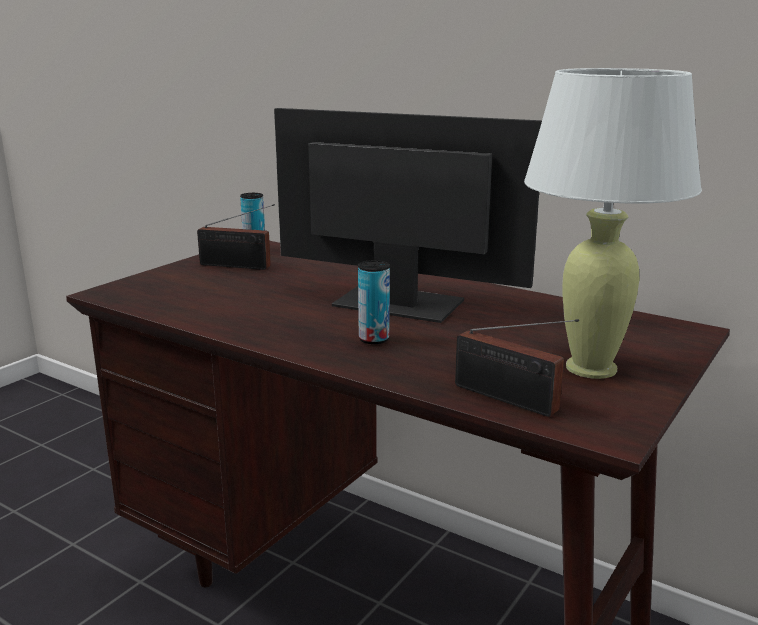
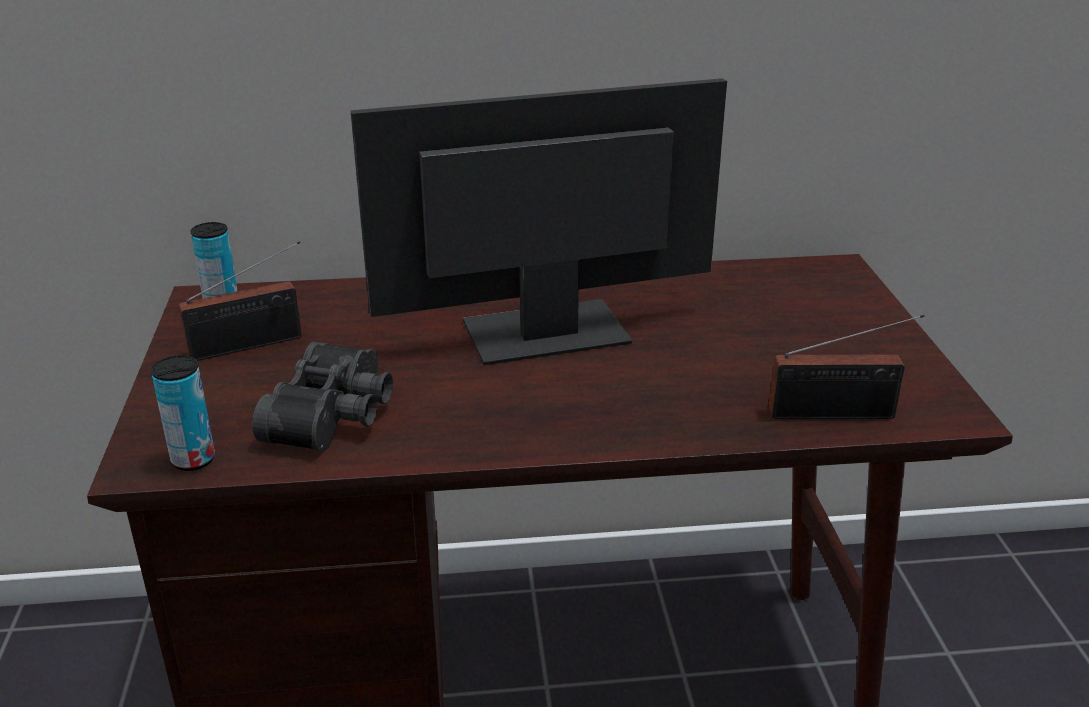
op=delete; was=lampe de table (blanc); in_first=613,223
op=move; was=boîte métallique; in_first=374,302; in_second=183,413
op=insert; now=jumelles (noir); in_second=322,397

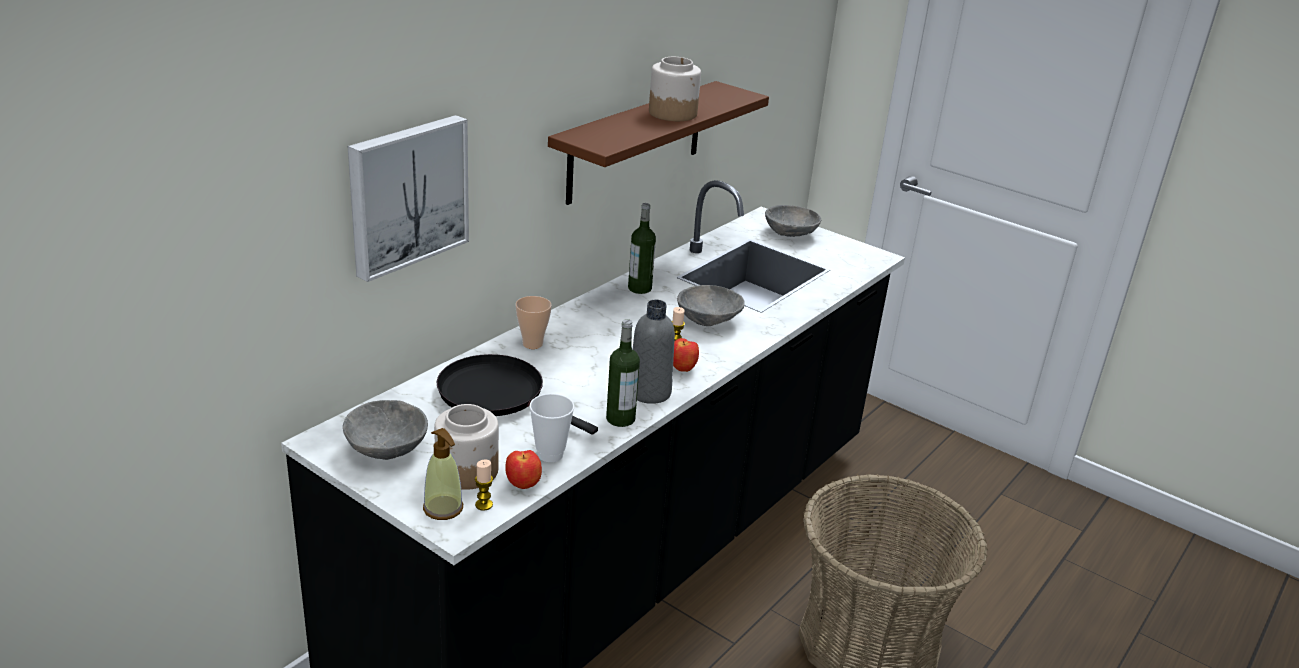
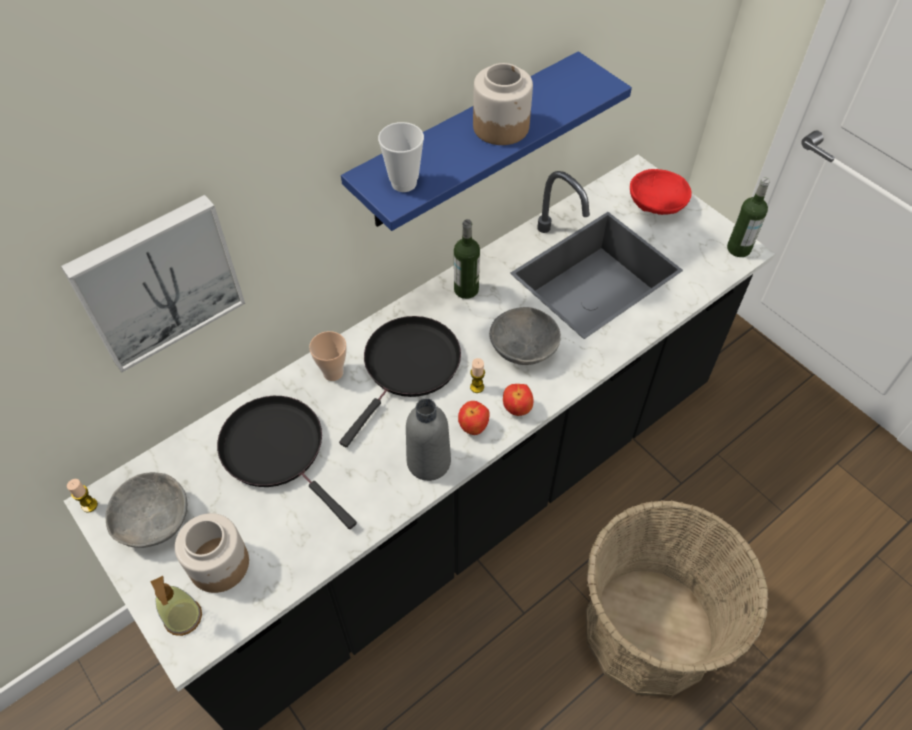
op=recolor; was=étagère (marron); now=étagère (bleu); in_first=658,143; in_second=486,141
op=recolor; was=bol (gris); now=bol (rouge); in_first=793,221; in_second=660,192
op=move; was=bouteille; in_first=623,373; in_second=748,217
op=move; was=tasse; in_first=551,428; in_second=401,157
op=move; was=pomme; in_first=524,469; in_second=518,400
op=move; was=bougie; in_first=484,485; in_second=82,496
op=insert; now=poêle (noir); in_second=400,381

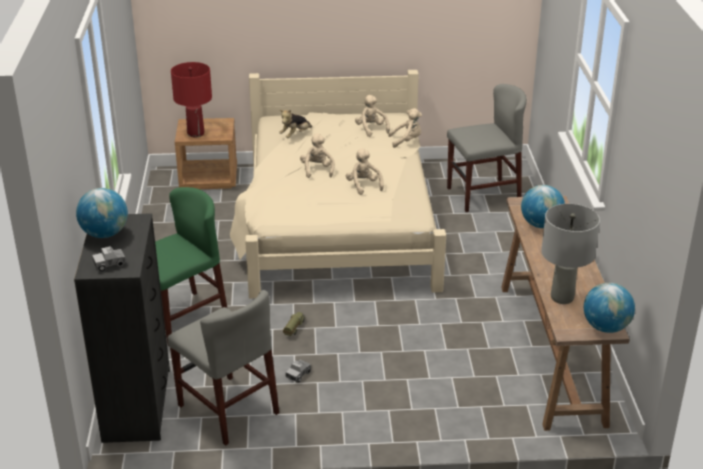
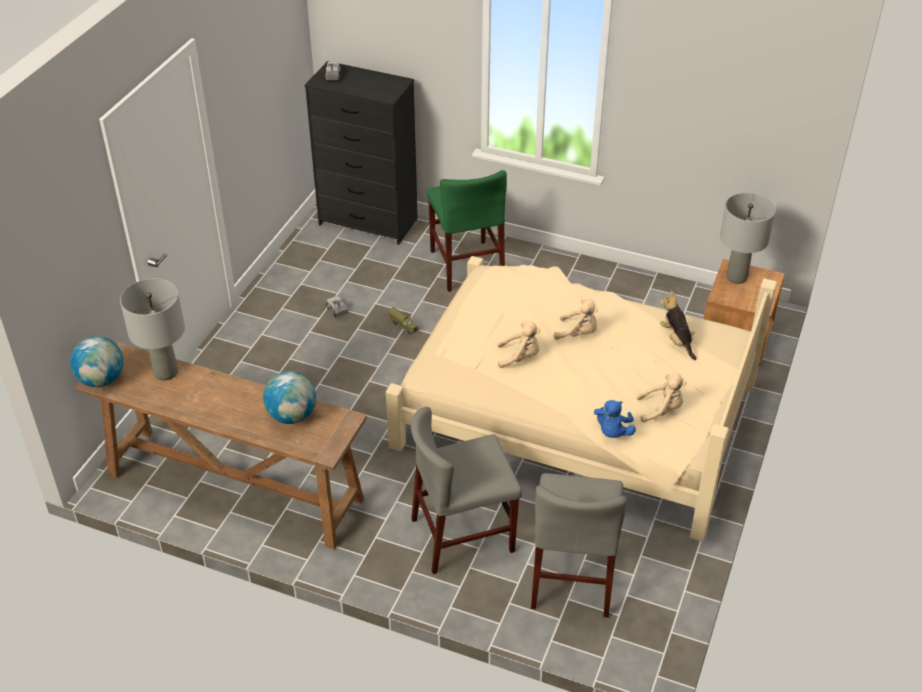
op=recolor; was=lampe de table (rouge); now=lampe de table (gris); in_first=191,99; in_second=748,238
op=recolor; was=peluche (beige); now=peluche (bleu); in_first=405,128; in_second=615,419
op=delete; was=globe; in_first=102,213
op=move; was=chaise (gris); in_first=223,368; in_second=466,490

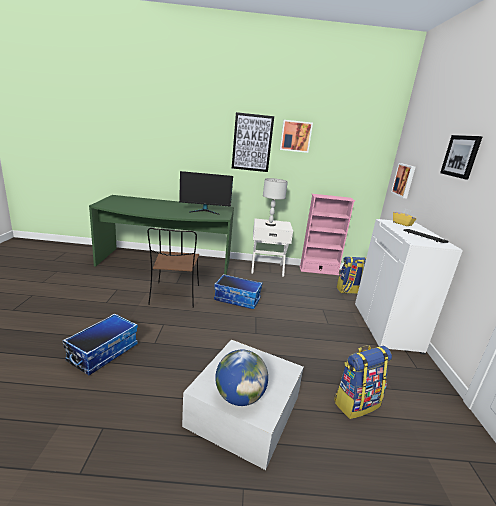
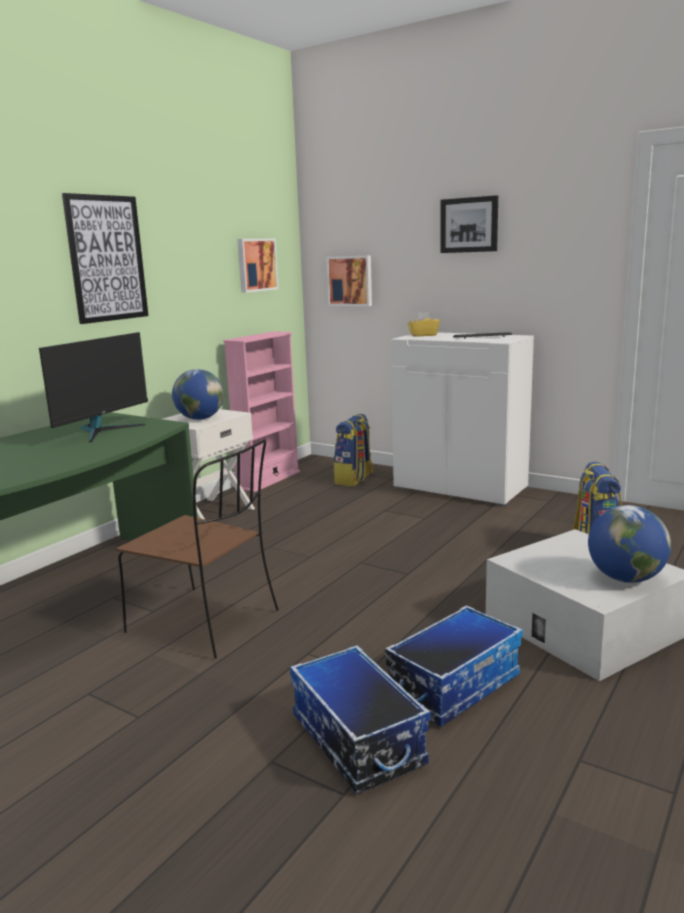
op=move; was=tableau; in_first=296,136; in_second=258,265
op=replace; was=lampe de table (gris); now=globe; in_first=275,202; in_second=198,394
op=move; was=boîte de rangement; in_first=238,291; in_second=454,666

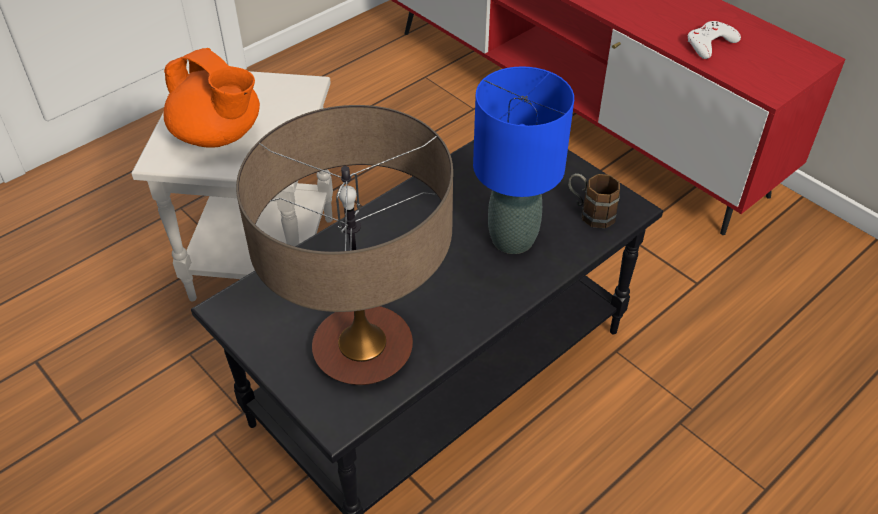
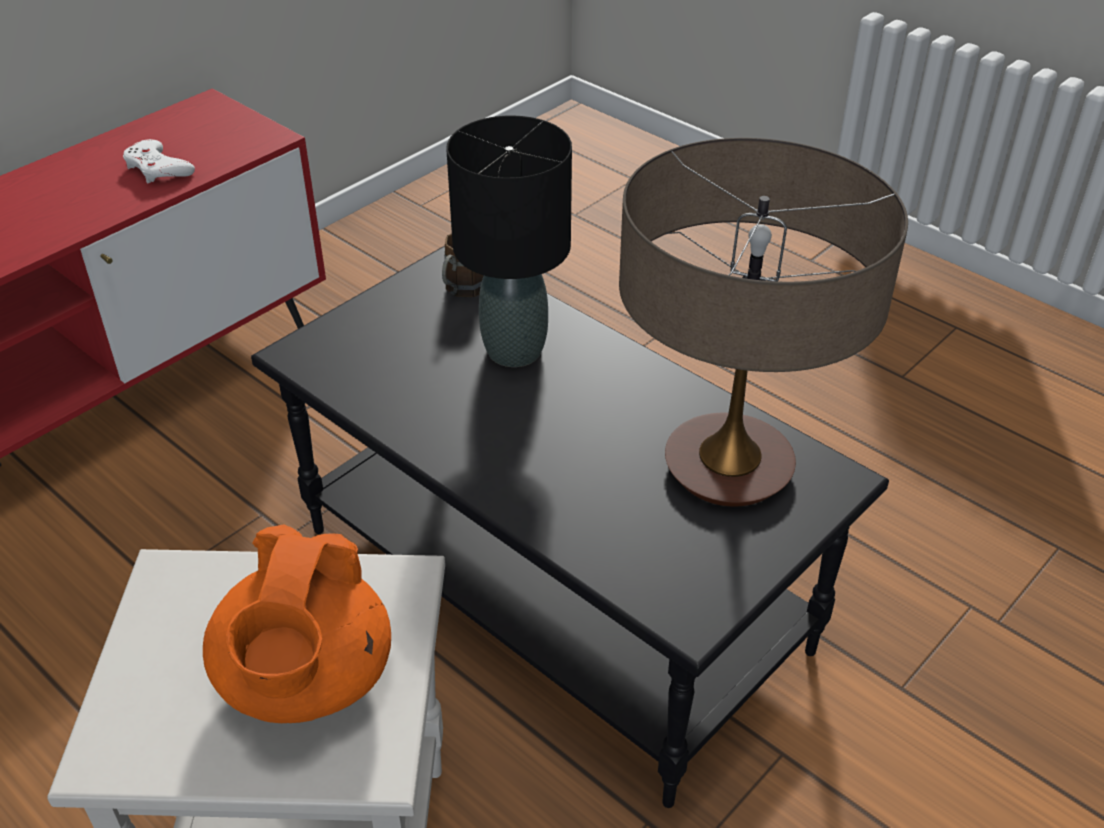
op=rotate; was=théière (orange); in_first=212,98; in_second=297,624; clockwise=150
op=recolor; was=lampe de table (bleu); now=lampe de table (noir); in_first=523,160; in_second=509,241

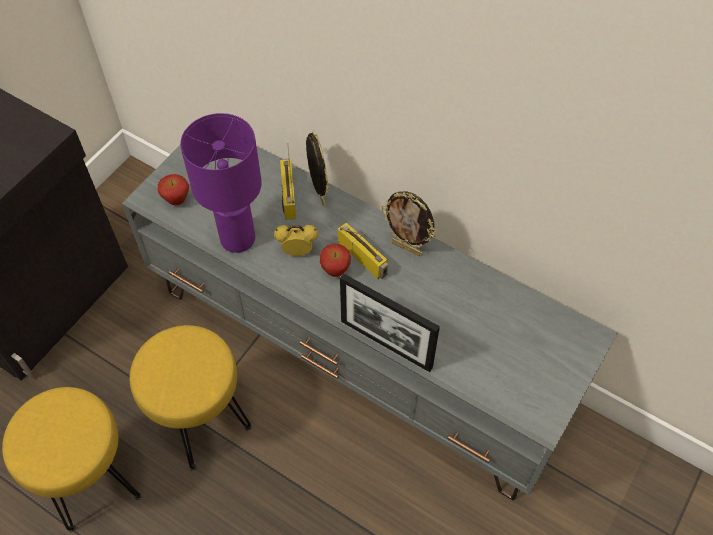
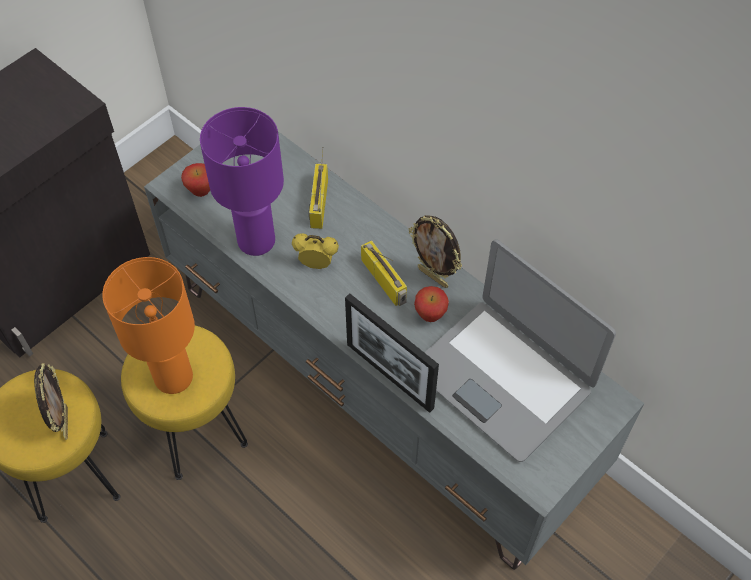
op=move; was=cadre photo; in_first=317,169; in_second=51,401
op=move; was=pomme; in_first=335,260; in_second=431,304
op=insert; now=ordinateur portable; in_second=520,350
op=insert; now=lampe de table (orange); in_second=148,325

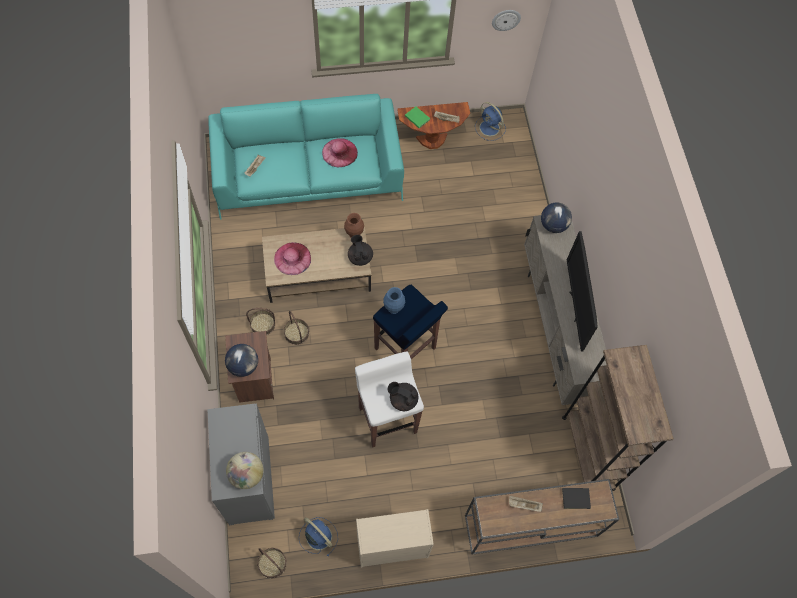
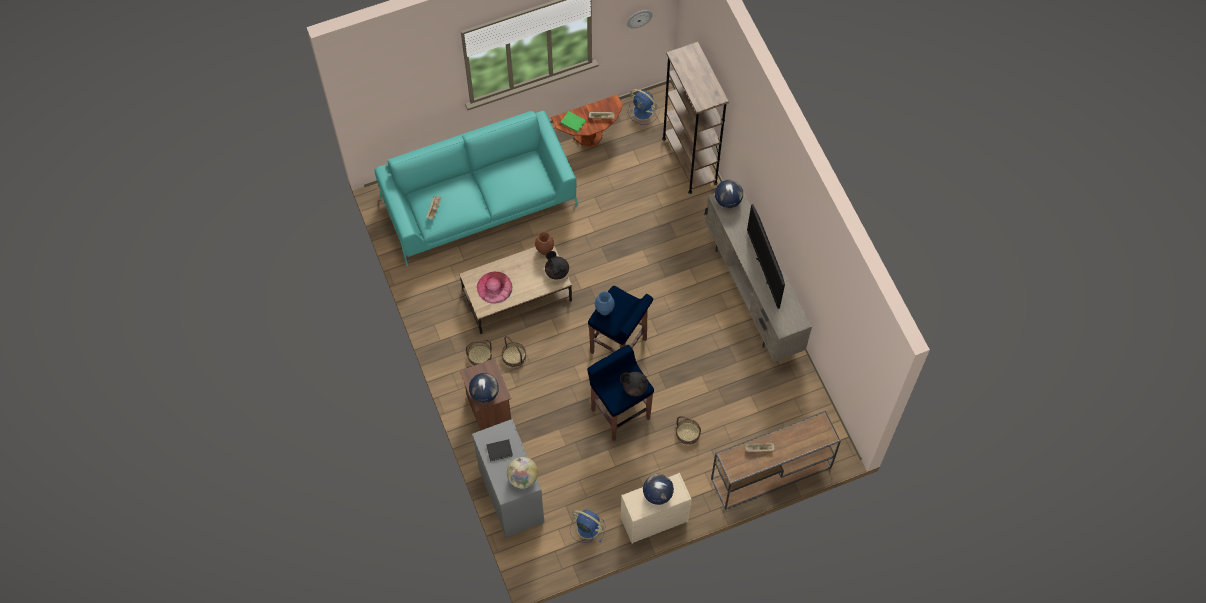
op=delete; was=chapeau (rose); in_first=340,153
op=move; was=bibliothèque (marron); in_first=618,418; in_second=695,118
op=recolor; was=tabouret (blanc); now=tabouret (bleu); in_first=389,400; in_second=620,393
op=move; was=livre (noir); in_first=576,498; in_second=499,450
op=move; was=panier; in_first=272,563; in_second=688,430
op=insert; now=globe; in_second=658,489

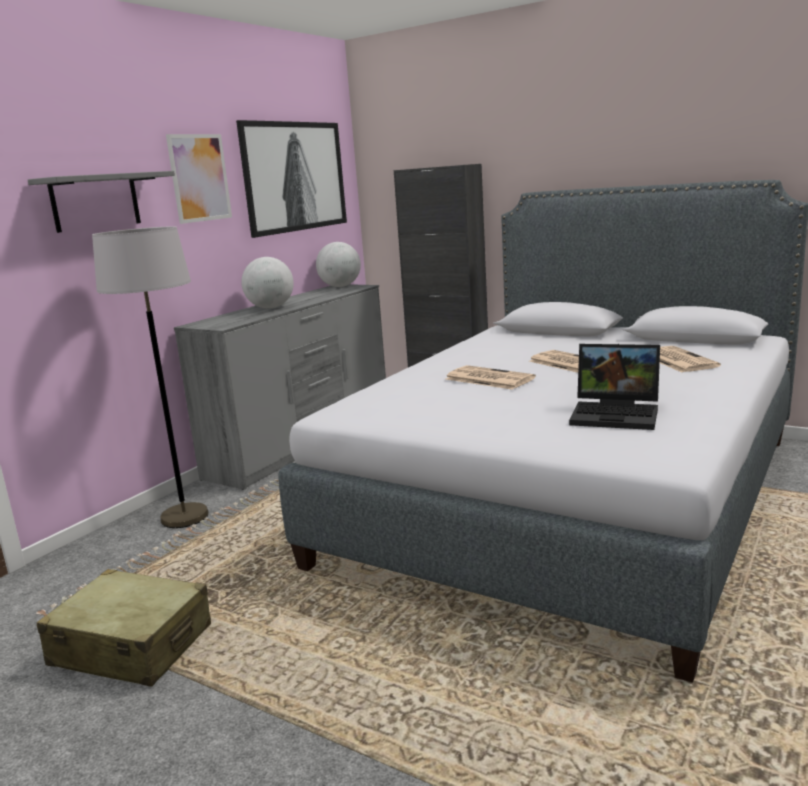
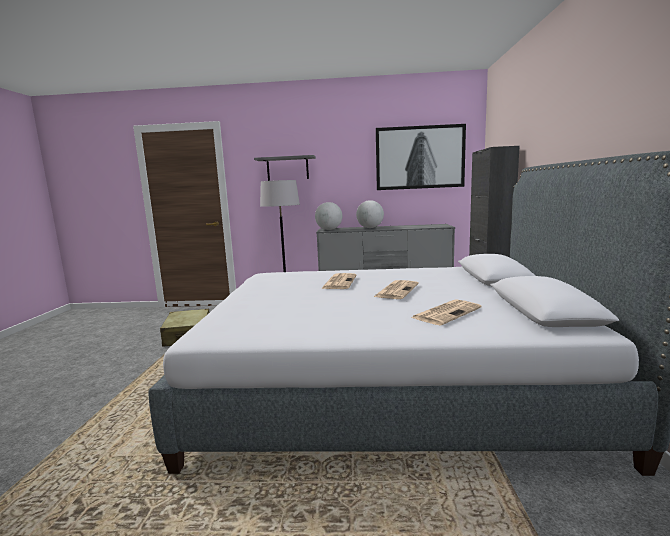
op=delete; was=tableau; in_first=199,179
op=move; was=globe; in_first=338,264; in_second=328,216
op=delete; was=ordinateur portable; in_first=614,387

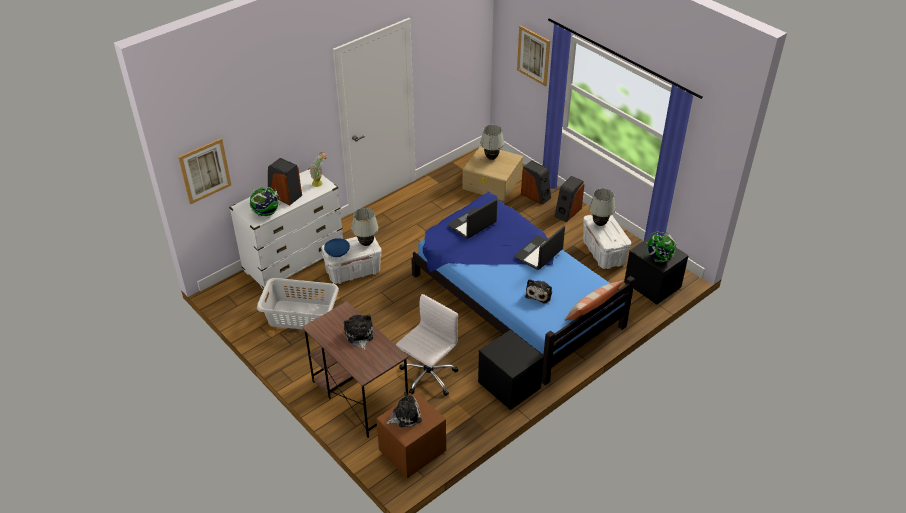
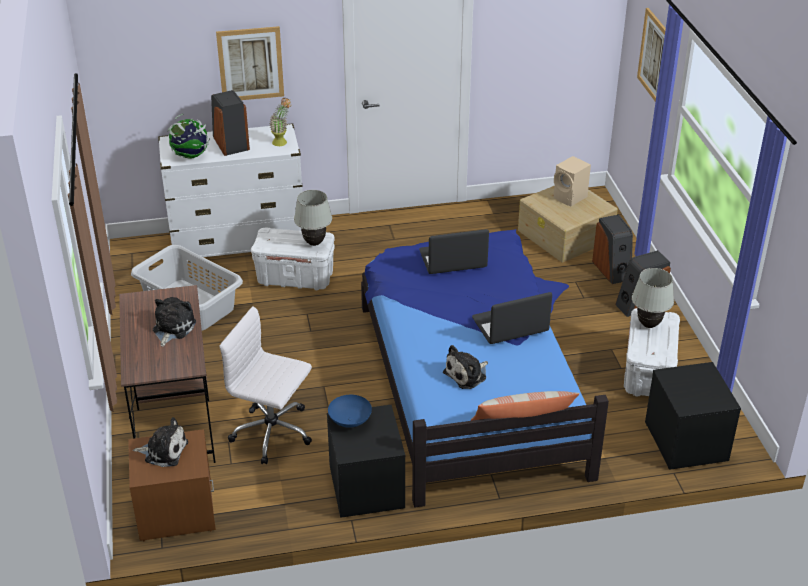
op=replace; was=lampe de table (blanc); now=enceinte (beige); in_first=492,142; in_second=572,181
op=move; was=tableau; in_first=204,171; in_second=250,63
op=delete; was=globe; in_first=661,246
op=move; was=bol (bleu); in_first=337,247; in_second=350,411
op=rotate; was=chaise de bureau (blanc); in_first=427,345; in_second=265,385; clockwise=-135

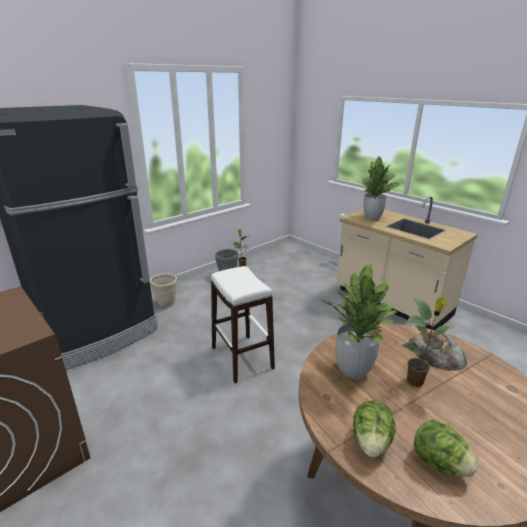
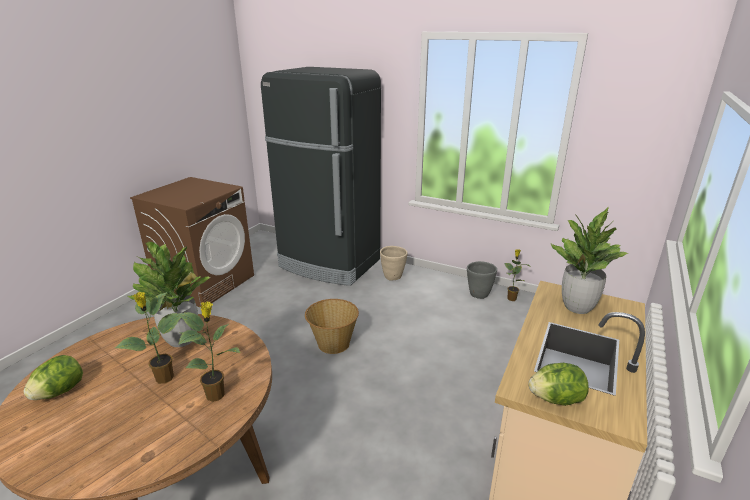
op=replace; was=tabouret (blanc); now=panier; in_first=243,324; in_second=332,326
op=replace; was=pain; now=plante en pot; in_first=438,351; in_second=209,351
op=move; was=laitue; in_first=374,428; in_second=558,384

